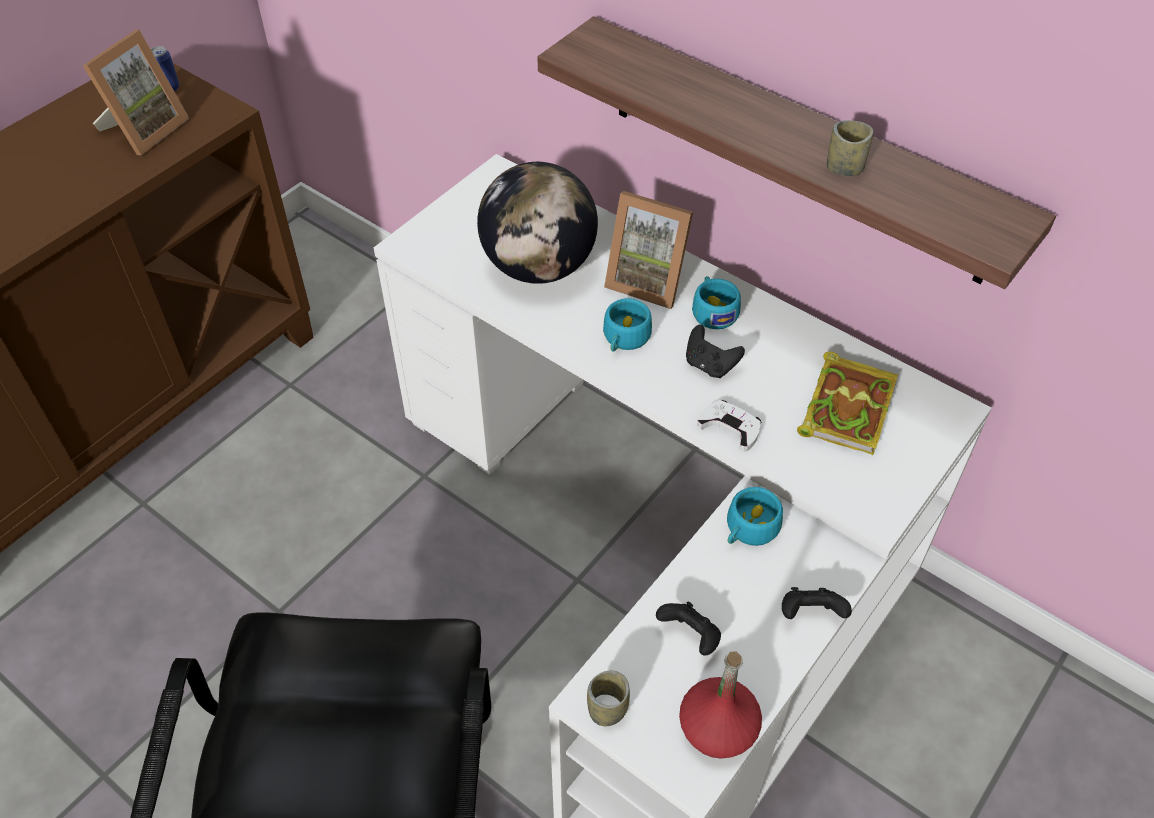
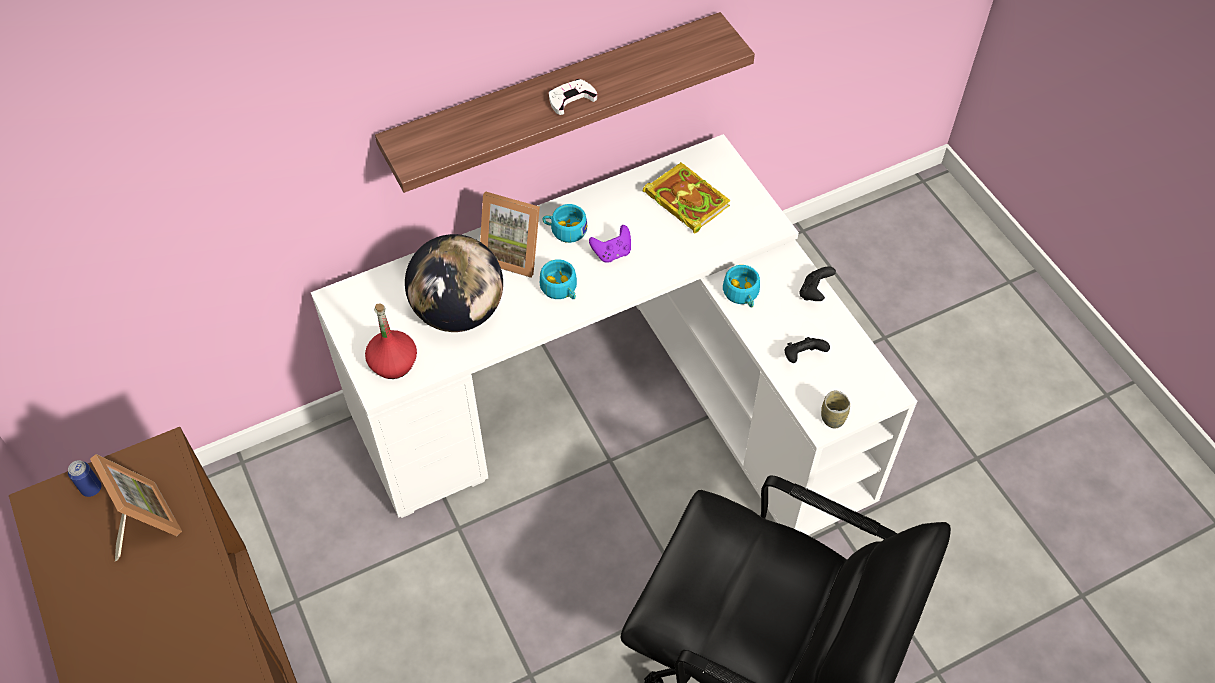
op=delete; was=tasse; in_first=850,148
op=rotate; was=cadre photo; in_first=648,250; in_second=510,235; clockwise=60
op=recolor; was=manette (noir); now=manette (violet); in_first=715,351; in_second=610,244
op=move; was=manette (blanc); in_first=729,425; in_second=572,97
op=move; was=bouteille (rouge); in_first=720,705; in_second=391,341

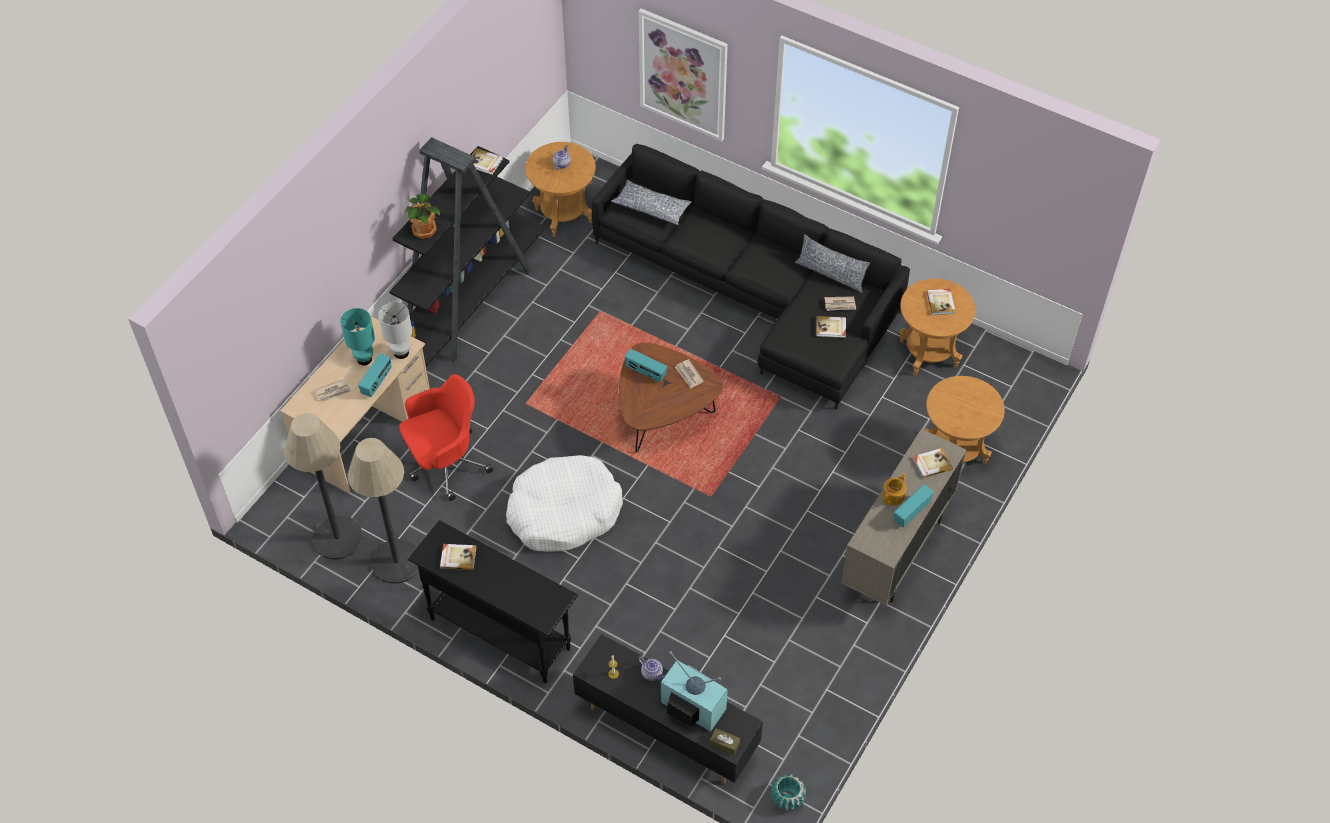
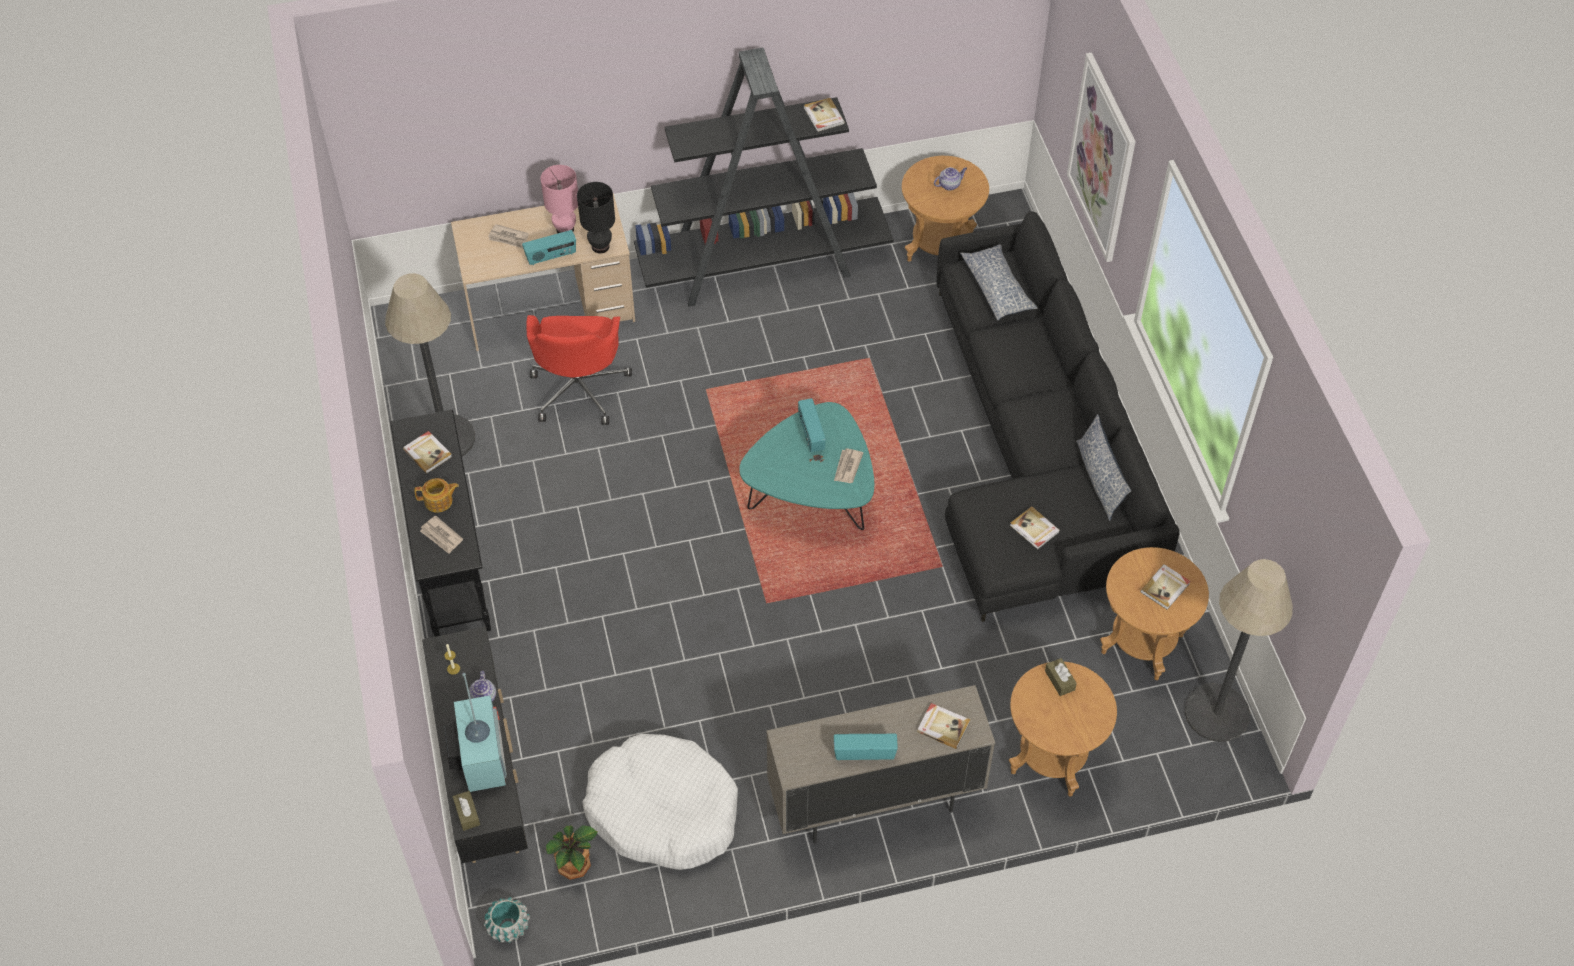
op=move; was=plante en pot; in_first=422,216; in_second=571,852
op=move; was=journal; in_first=840,303; in_second=441,534
op=recolor; was=lampe de table (blanc); now=lampe de table (noir); in_first=395,330; in_second=596,217
op=recolor; was=lampe de table (turquoise); now=lampe de table (rose); in_first=357,336; in_second=559,199
op=recolor; was=table basse (marron); now=table basse (turquoise); in_first=671,398; in_second=806,466
op=rotate; was=chaise de bureau (rouge); in_first=446,437; in_second=579,370; clockwise=75
op=move; was=lampadaire; in_first=323,486; in_second=1239,650
op=move; was=panier pour chien (blanc); in_first=564,503; in_second=660,802
op=move; was=théière; in_first=894,489; in_second=436,495
op=insert; now=boîte à mouchoirs (marron); in_second=1061,677

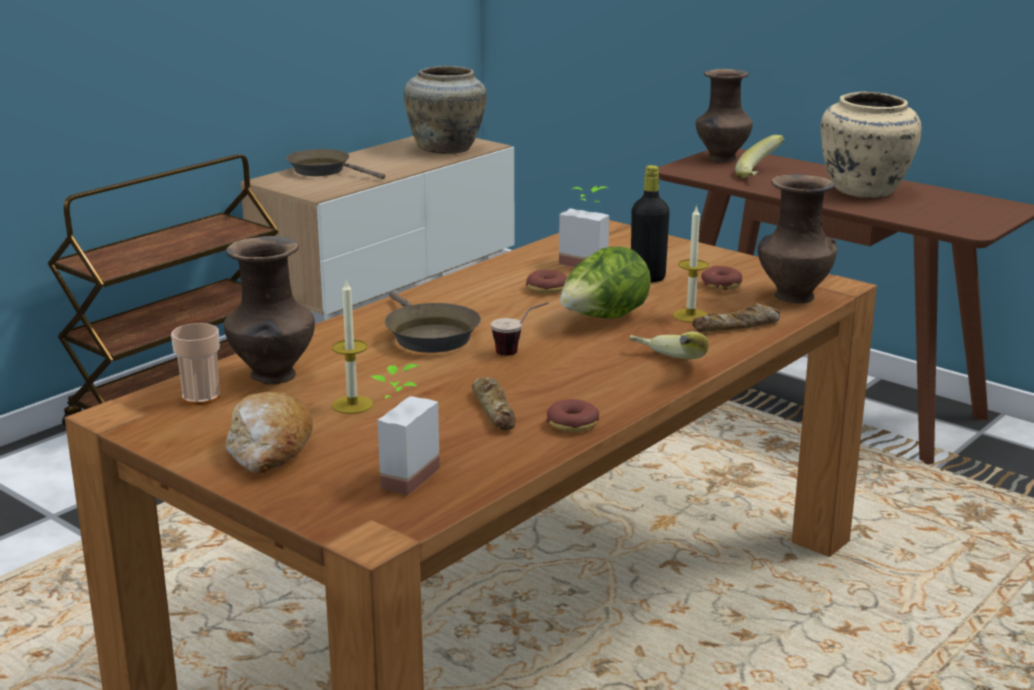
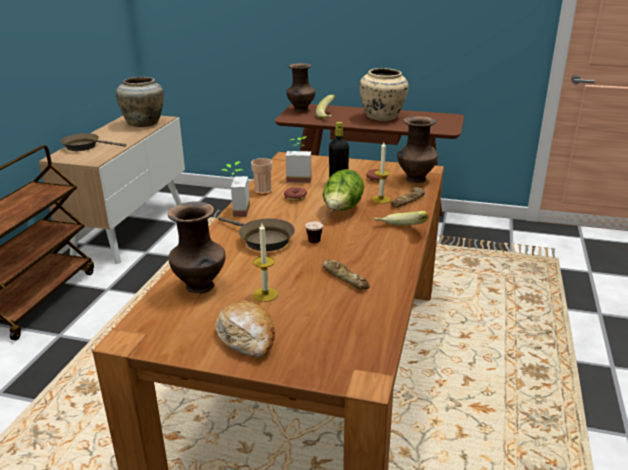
op=move; was=tasse; in_first=195,364; in_second=261,176
op=move; was=plante en pot; in_first=405,429; in_second=236,189
op=delete; was=beignet; in_first=572,415

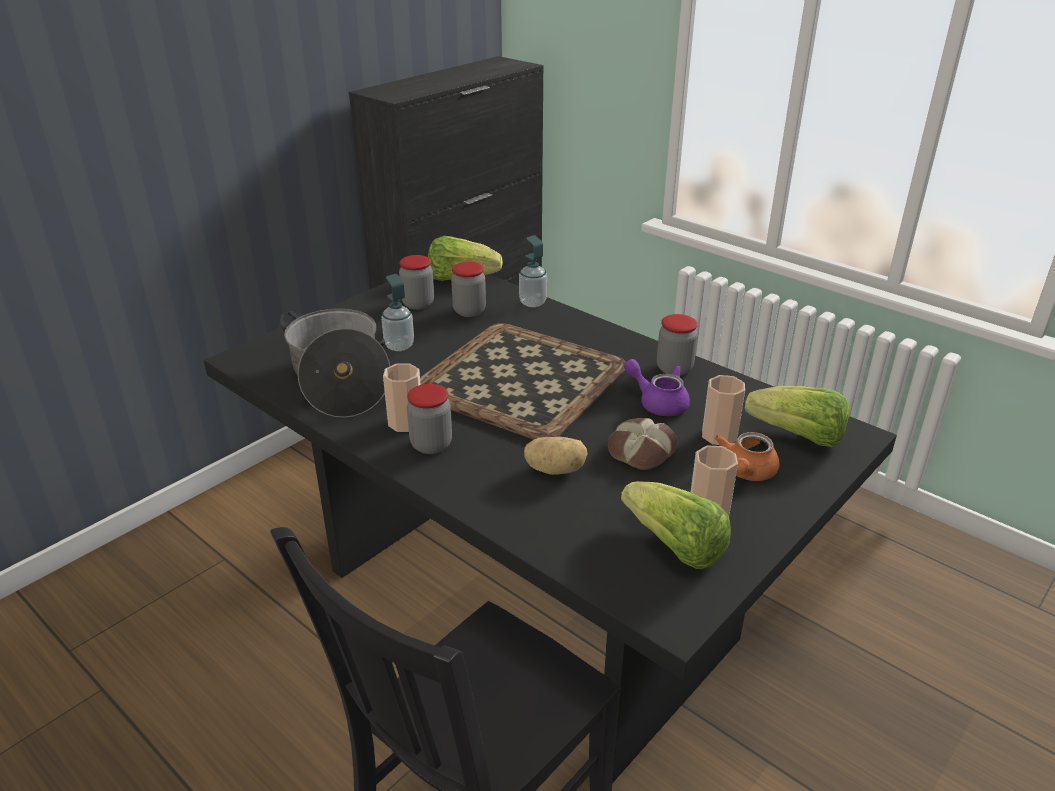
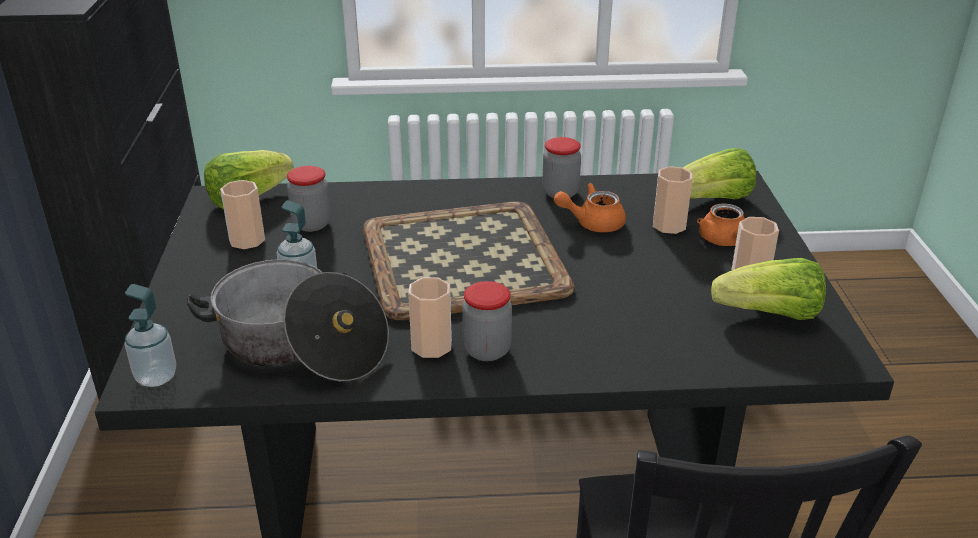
op=move; was=distributeur de savon; in_first=533,271; in_second=150,335
op=replace; was=bocal; now=tasse; in_first=416,282; in_second=242,214
op=recolor; was=théière (violet); now=théière (orange); in_first=657,387; in_second=590,207
op=delete; was=pain; in_first=643,444
op=delete; was=pomme de terre; in_first=556,456

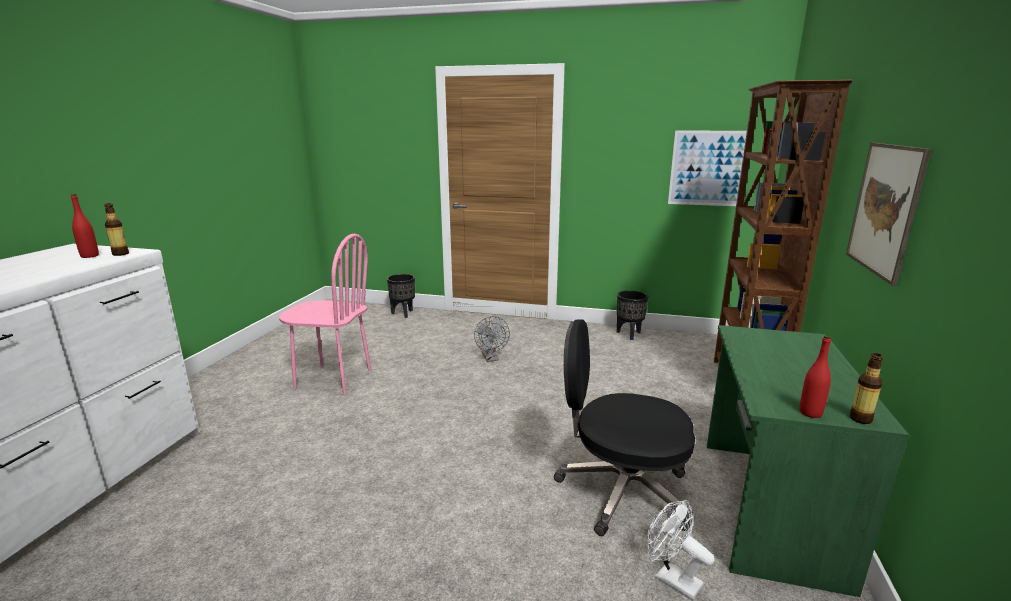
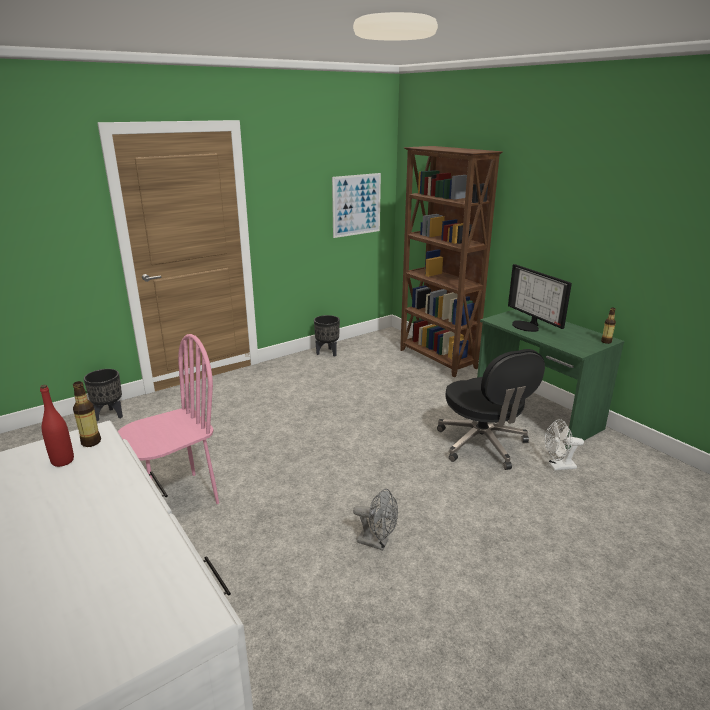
op=delete; was=tableau; in_first=888,214
op=move; was=ventilateur (gris); in_first=492,339; in_second=375,520
op=rotate; was=chaise de bureau (noir); in_first=624,428; in_second=491,409; clockwise=-75
op=delete; was=bouteille (rouge); in_first=815,376
op=insert; now=écran d'ordinateur; in_second=540,298

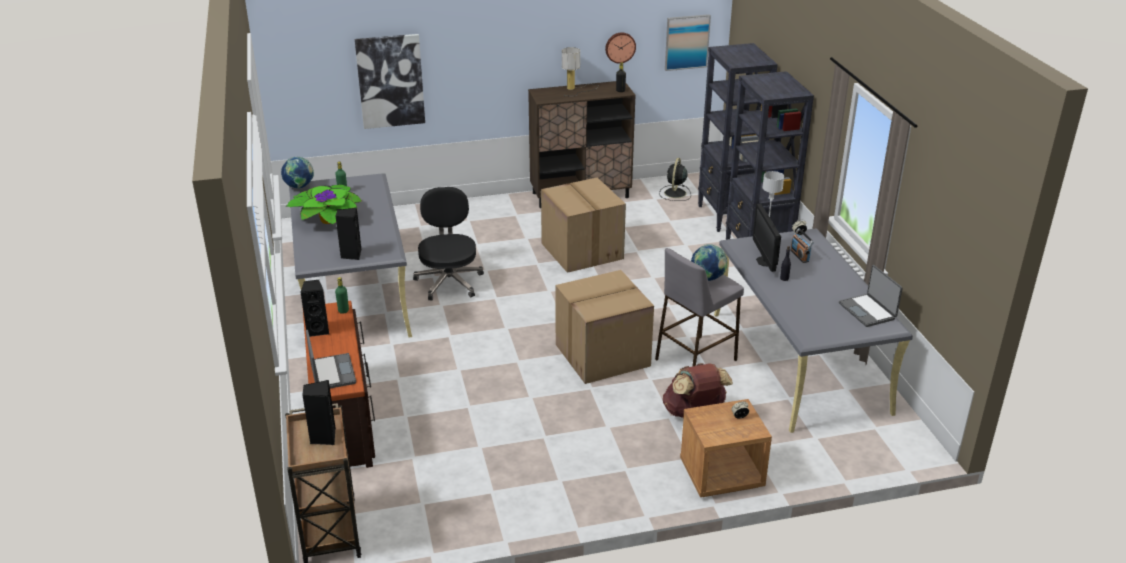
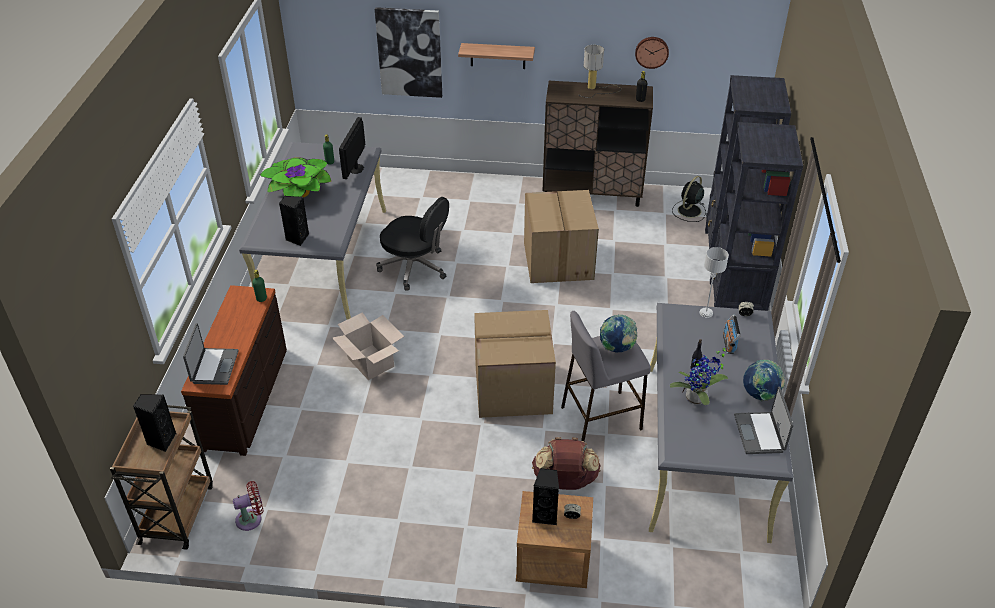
op=delete; was=tableau; in_first=688,42
op=move; was=globe; in_first=297,173; in_second=764,380
op=rotate; was=chaise de bureau (noir); in_first=448,243; in_second=412,244; clockwise=105
op=move; was=écran d'ordinateur; in_first=767,238; in_second=352,148
op=move; was=enceinte (noir); in_first=314,308; in_second=545,496
op=insert; now=étagère; in_second=496,56
op=insert; now=carton; in_second=368,346
op=insert; now=plante en pot; in_second=699,376
op=insert; now=ventilateur (rouge); in_second=248,506

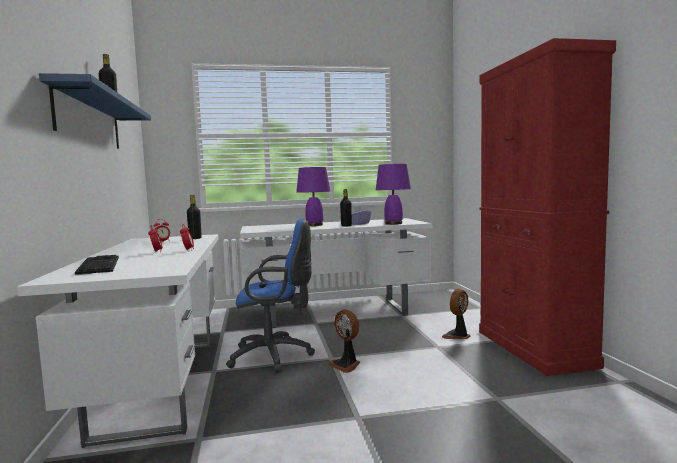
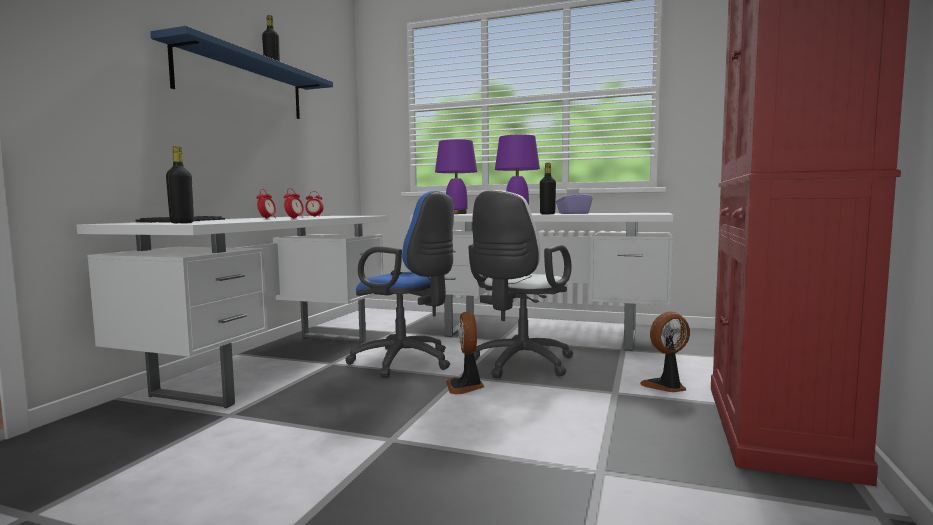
op=move; was=lampe de table (violet); in_first=393,194; in_second=456,176
op=move; was=bouteille (noir); in_first=194,217; in_second=180,184
op=insert; now=chaise de bureau (blanc); in_second=521,284

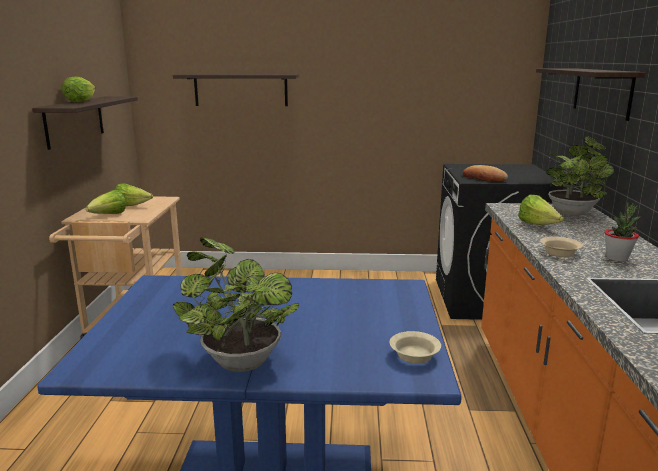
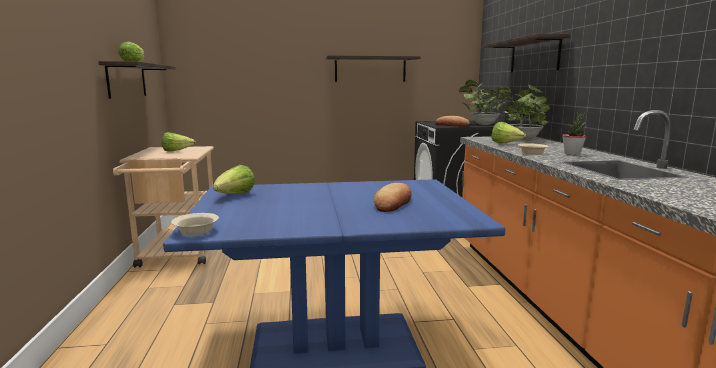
op=move; was=étagère; in_first=236,90; in_second=373,68
op=move; was=laitue; in_first=106,202; in_second=234,179
op=move; was=plante en pot; in_first=236,305; in_second=485,102
op=move; was=bol (beige); in_first=415,347; in_second=195,224
op=insert; now=pain; in_second=393,197

